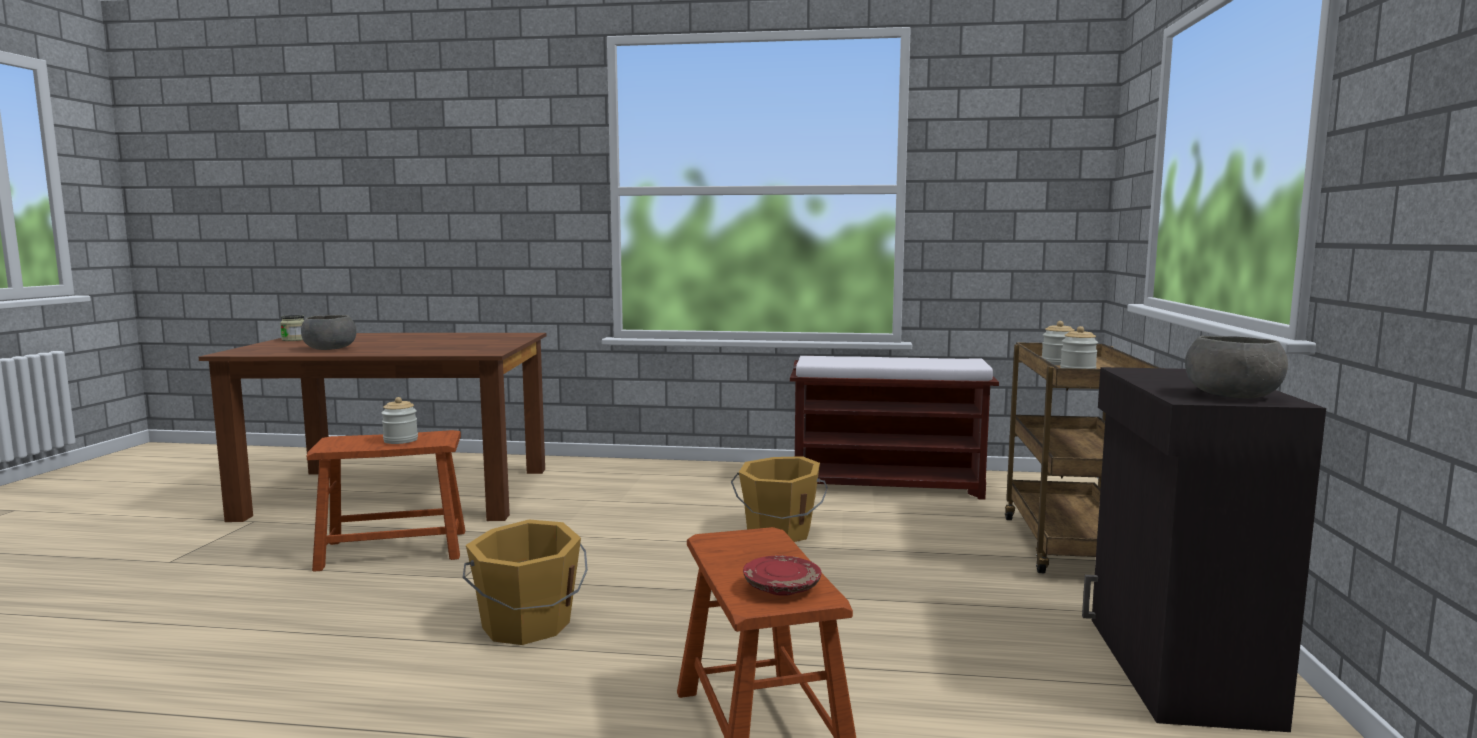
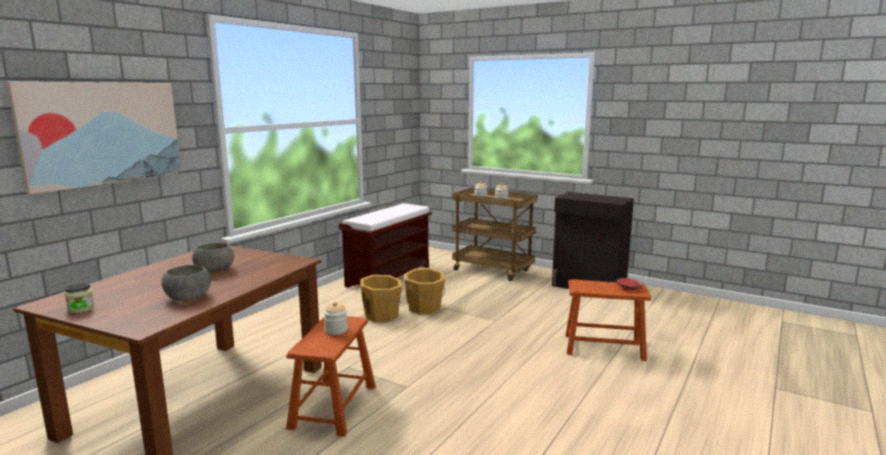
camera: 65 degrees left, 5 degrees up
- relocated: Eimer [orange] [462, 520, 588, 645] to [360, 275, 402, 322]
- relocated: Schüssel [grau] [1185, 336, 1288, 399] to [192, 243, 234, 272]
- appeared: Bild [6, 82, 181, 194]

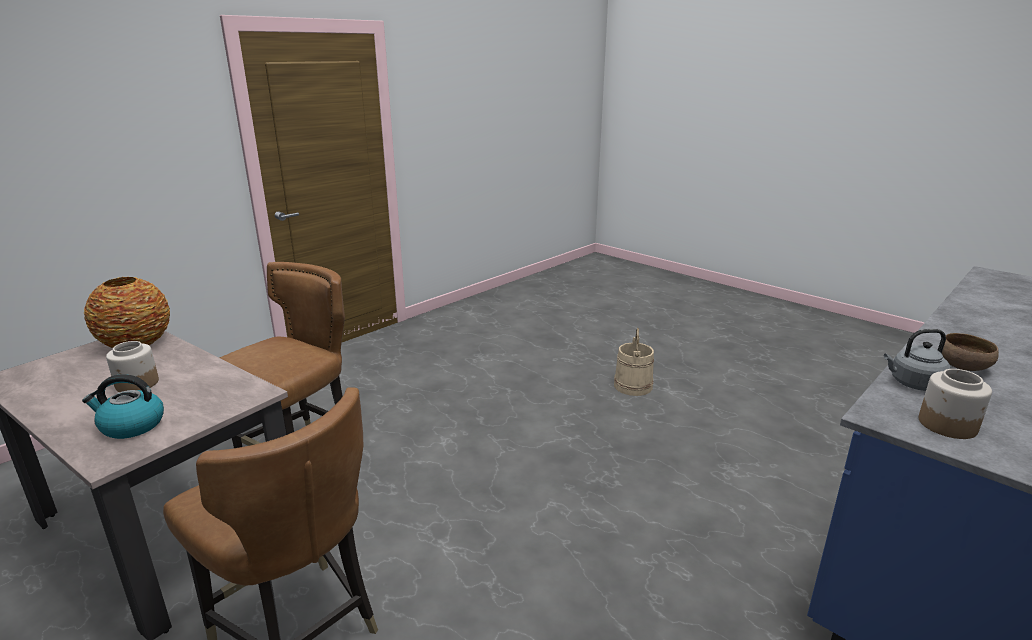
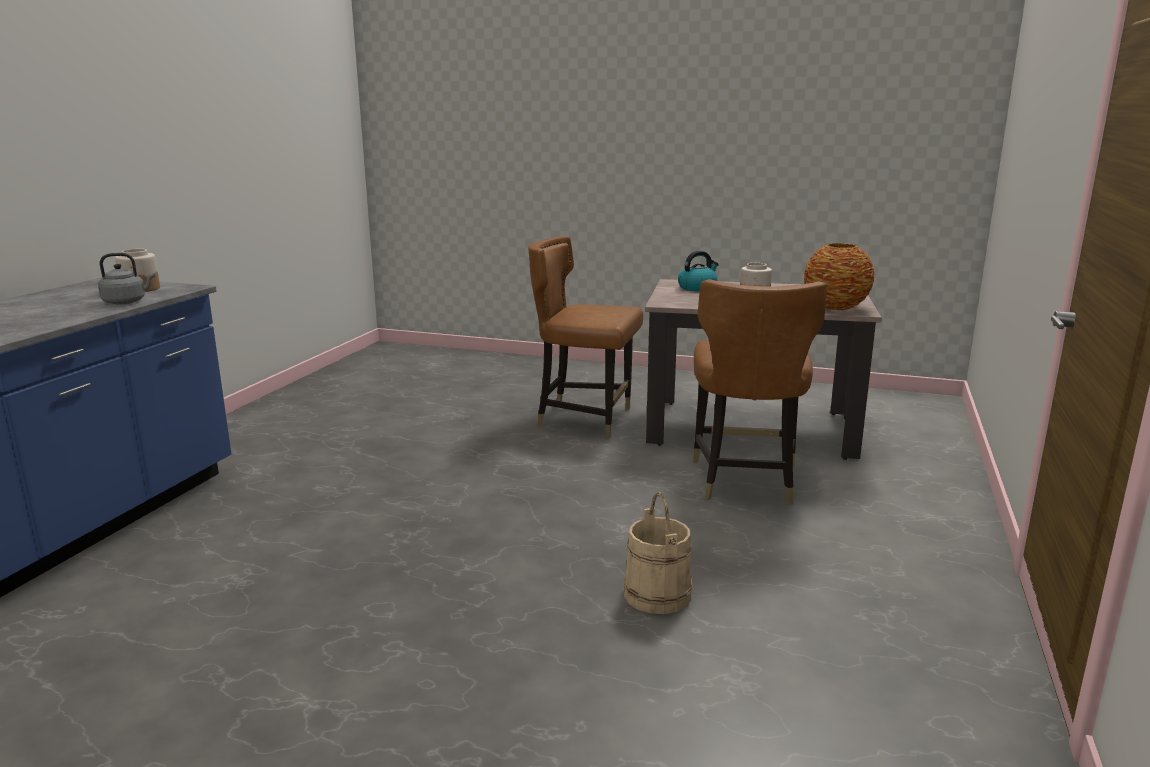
camera: 155 degrees right, 5 degrees down
- relocated: Eimer [beige] [614, 328, 654, 396] to [624, 492, 692, 614]
- missing: Schüssel [braun] [942, 333, 999, 371]

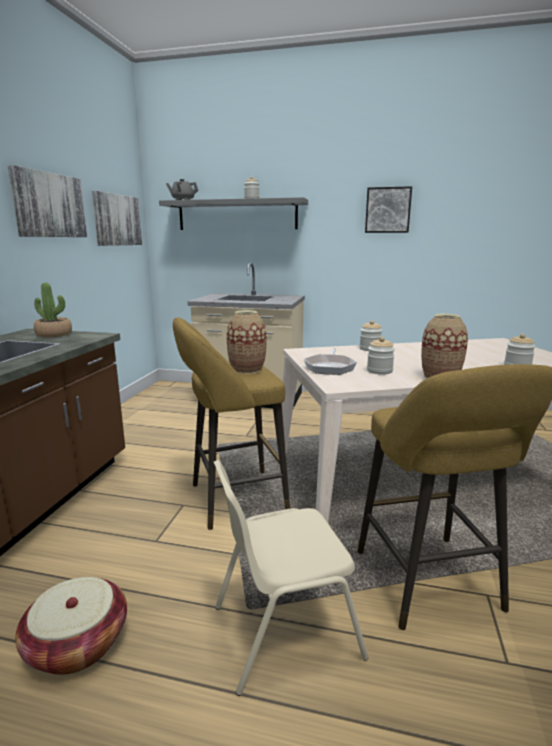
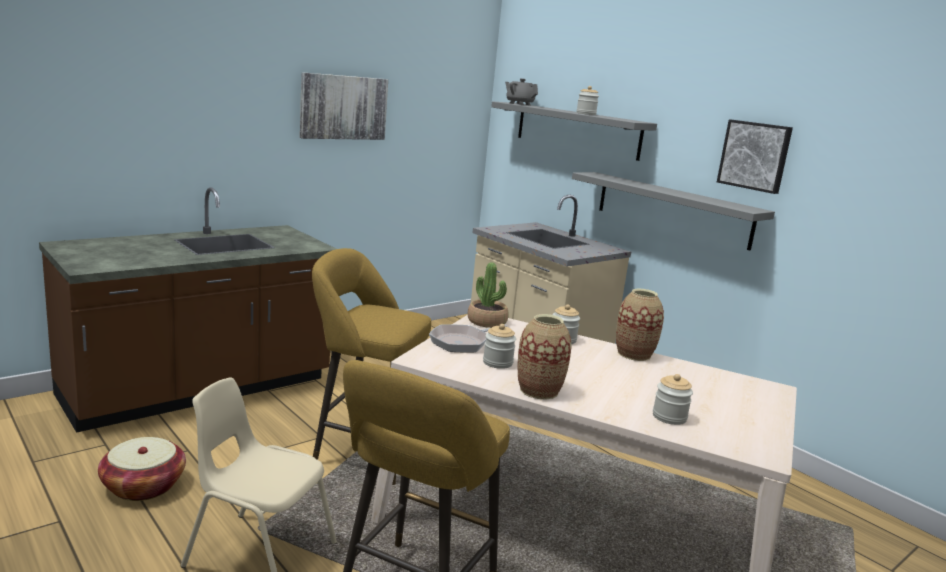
camera: 35 degrees right, 0 degrees up
- relocated: Topfpflanze [34, 282, 72, 337] to [468, 262, 509, 328]
- missing: Bild [92, 191, 142, 246]
- relocated: Vase [227, 310, 267, 374] to [616, 288, 664, 361]
- appeared: Wandregal [grau] [572, 172, 775, 251]

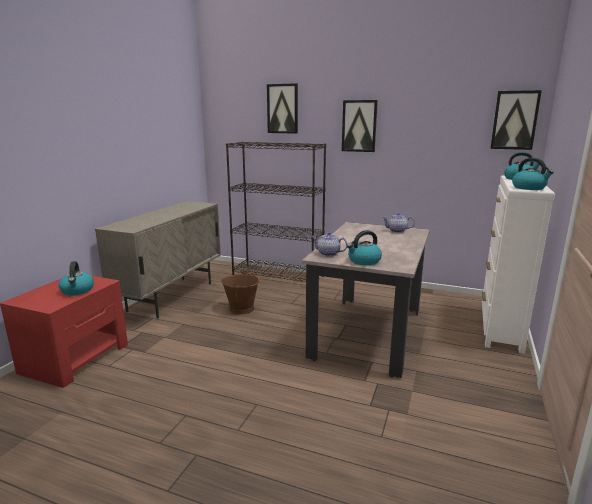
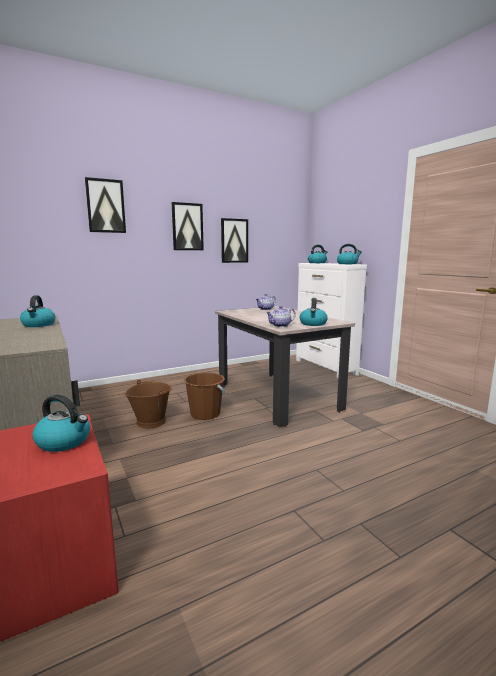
camera: 50 degrees left, 5 degrees down
- missing: Bücherregal [schwarz] [226, 142, 326, 282]
- relocated: Bild [490, 90, 542, 150] to [221, 218, 248, 263]
- appeared: Wasserkessel [20, 295, 56, 327]
- appeared: Eimer [braun] [183, 373, 225, 420]

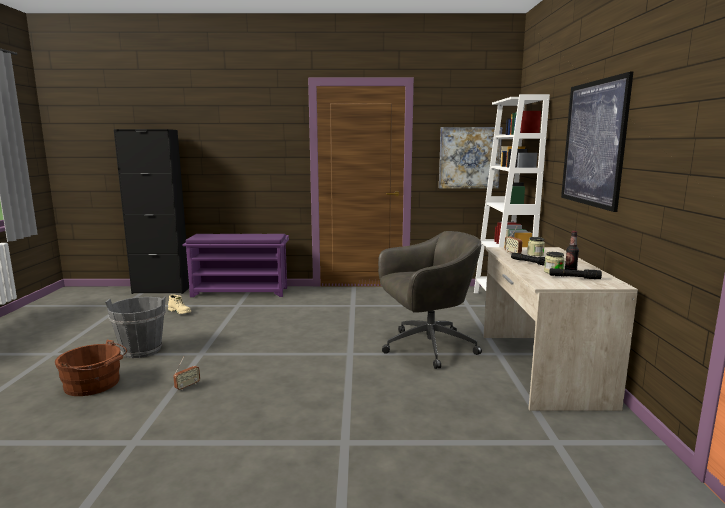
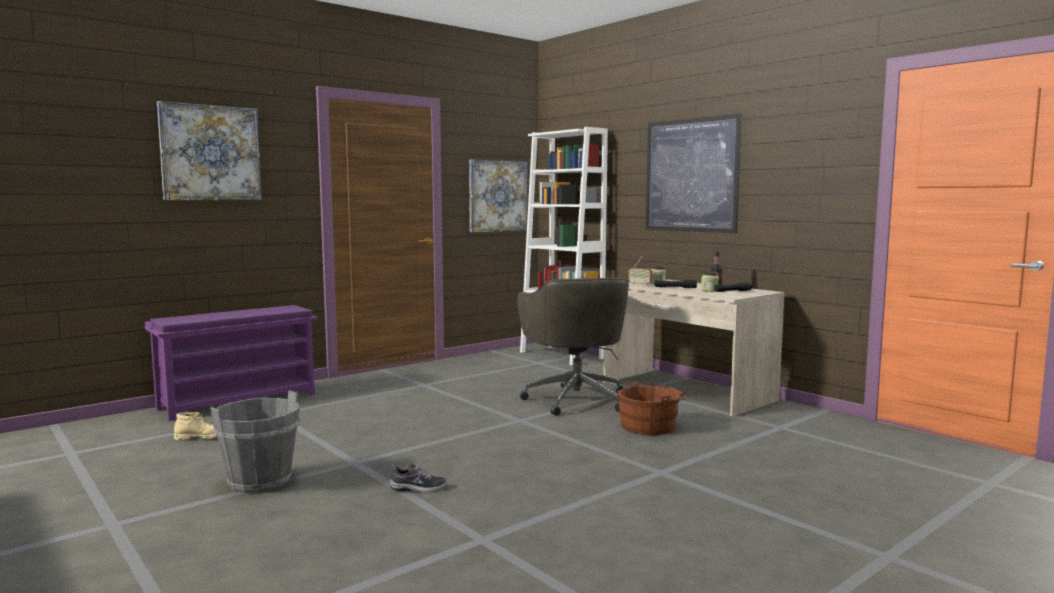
camera: 40 degrees left, 5 degrees down
- relocated: Eimer [braun] [55, 340, 127, 396] to [617, 381, 687, 435]
- missing: Schrank [schwarz] [114, 129, 189, 294]
- exchanged: Radio [173, 357, 200, 390] to Schuh [390, 463, 447, 492]
- spun: Bürostuhl [grau] [378, 231, 482, 369] = [517, 278, 629, 416] 135 degrees clockwise
- appeared: Bild [157, 101, 262, 200]

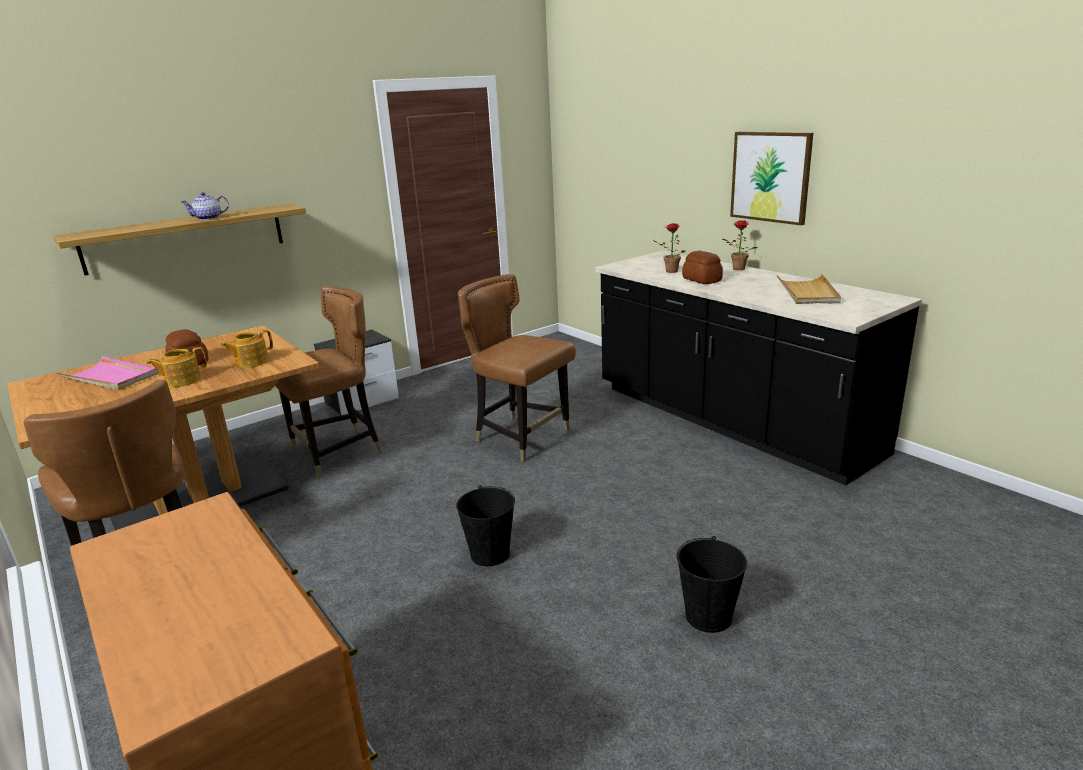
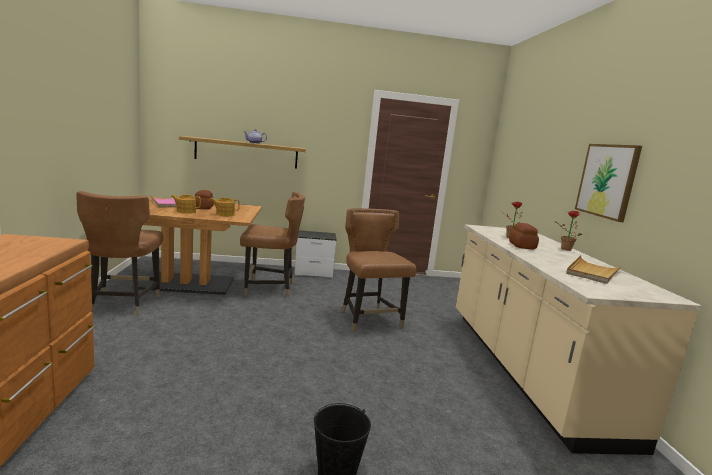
camera: 30 degrees right, 10 degrees down
- missing: Eimer [schwarz] [456, 485, 515, 566]
- colour: Küchenzeile [schwarz] [595, 251, 922, 485] to Küchenzeile [beige] [456, 224, 701, 455]

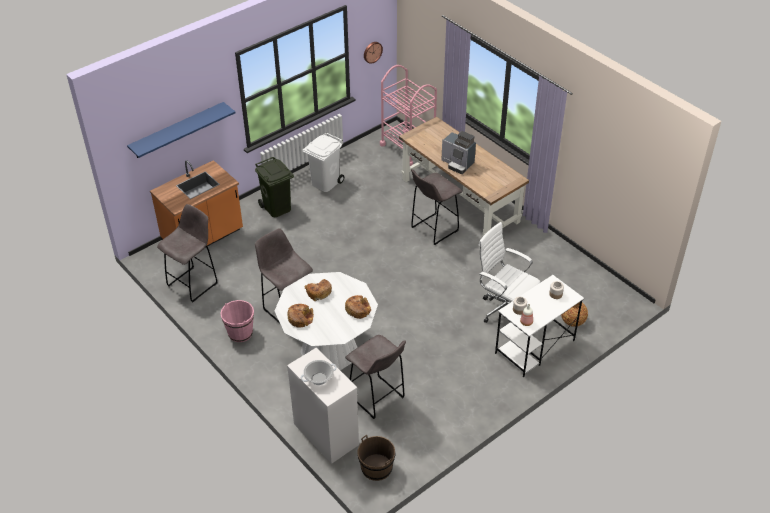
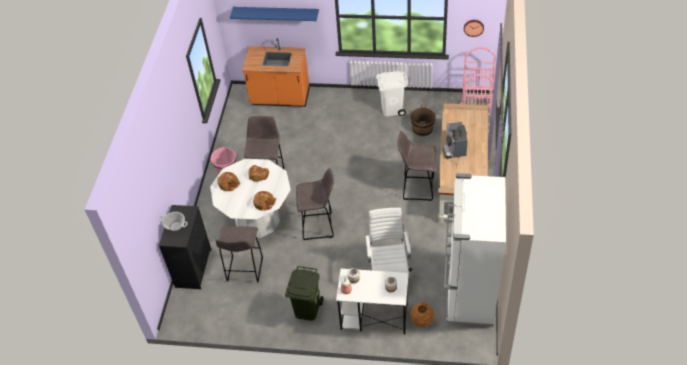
camera: 50 degrees right, 5 degrees up
- relocated: Hocker [grau] [157, 204, 218, 302] to [296, 168, 334, 240]
- relocated: Mülleimer [grün] [255, 157, 294, 217] to [285, 266, 323, 321]
- colour: Kommode [weiß] [287, 348, 359, 464] to Kommode [schwarz] [159, 205, 212, 289]
- relocated: Eimer [braun] [358, 435, 395, 481] to [411, 105, 435, 136]
- appeared: Kühlschrank [weiß] [444, 173, 506, 326]

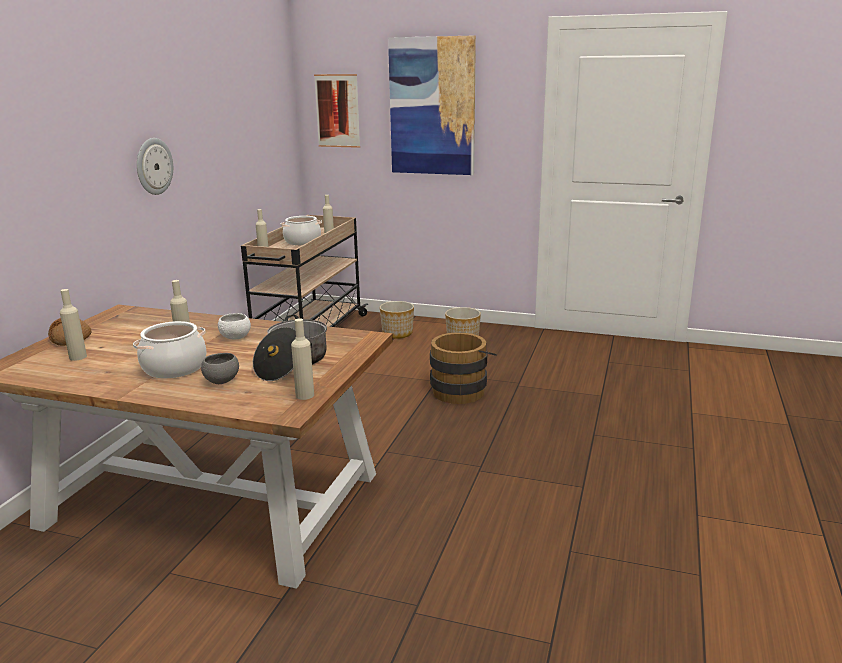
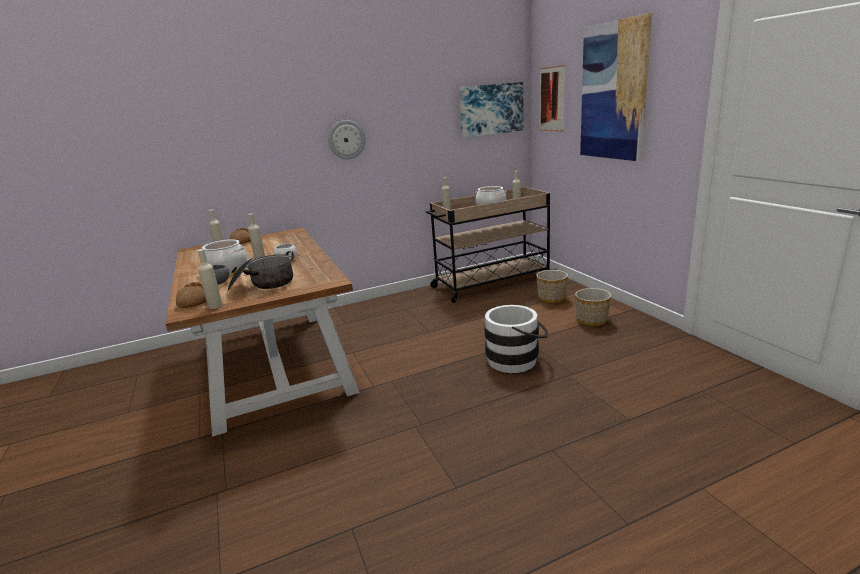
camera: 50 degrees right, 0 degrees up
- colour: Eimer [braun] [430, 332, 497, 404] to Eimer [weiß] [484, 305, 548, 373]
- appeared: Brot [176, 282, 207, 308]
- appeared: Bild [459, 82, 524, 138]

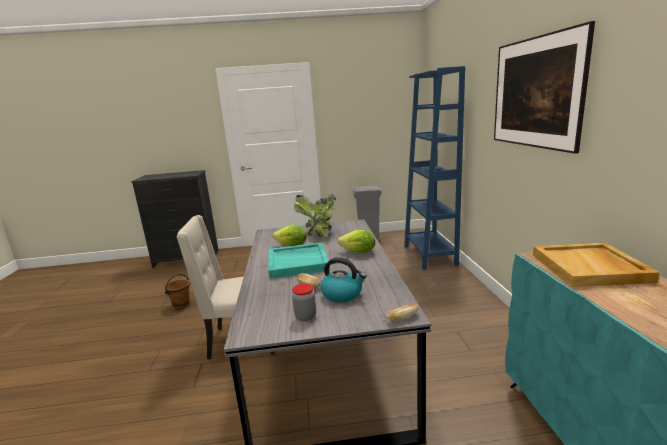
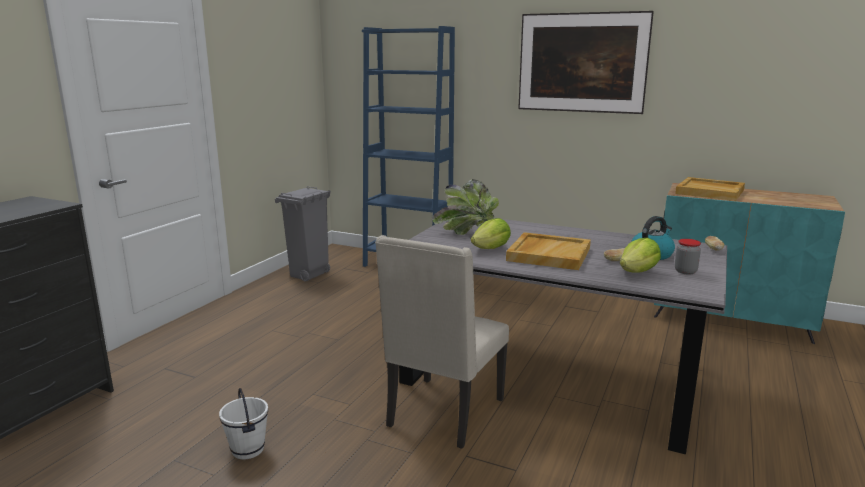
camera: 60 degrees left, 0 degrees up
- colour: Eimer [braun] [165, 274, 190, 309] to Eimer [weiß] [219, 388, 268, 460]
- colour: Tablett [türkis] [268, 242, 330, 279] to Tablett [beige] [506, 232, 591, 270]
- relocated: Salatkopf [337, 229, 375, 253] to [620, 238, 661, 273]

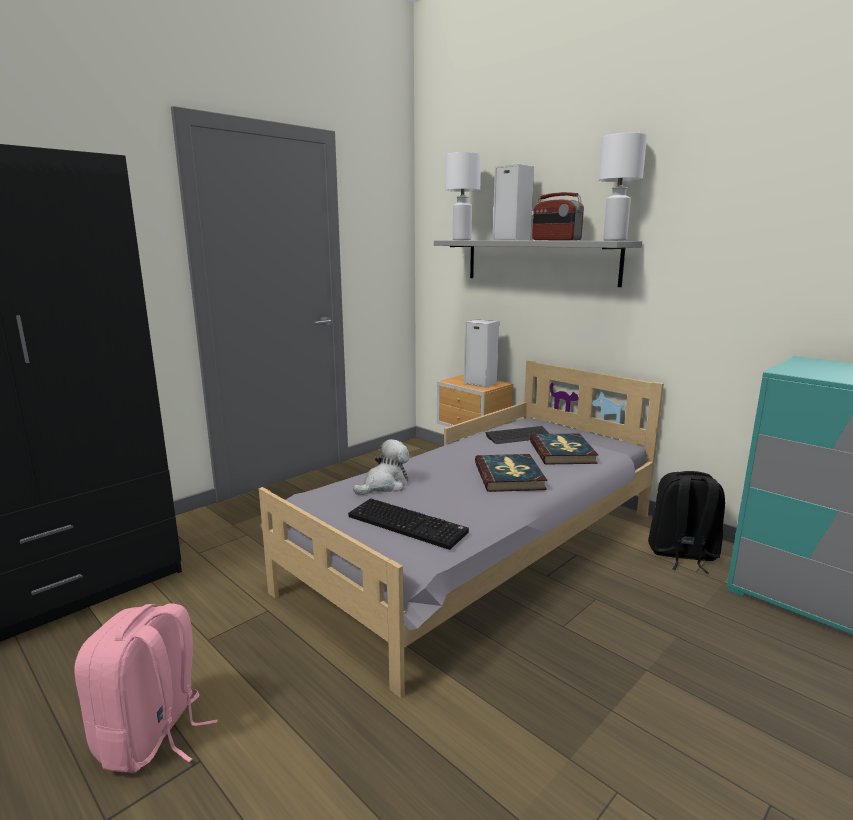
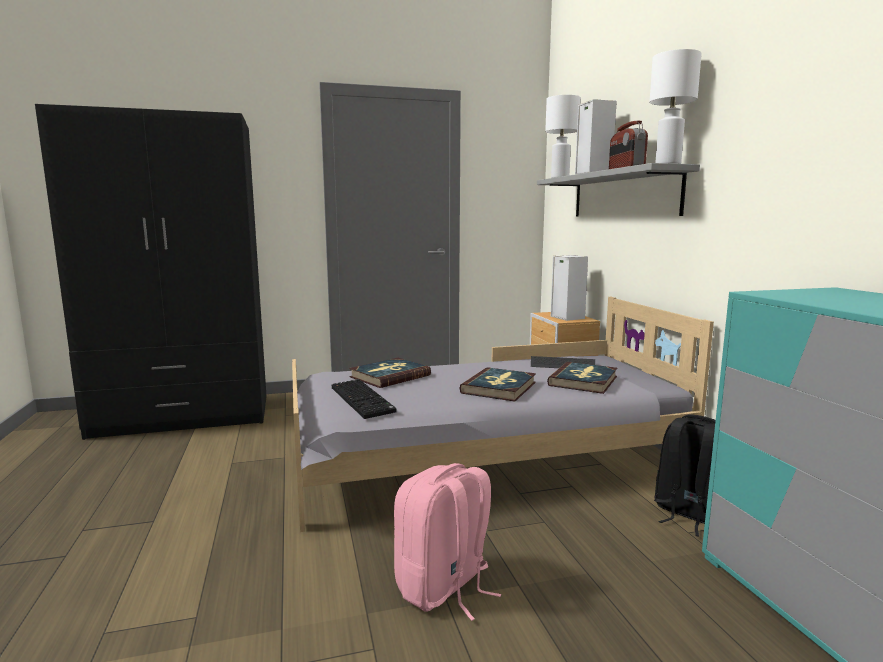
camera: 30 degrees right, 5 degrees down
- relocated: Rucksack [rosa] [74, 603, 218, 773] to [394, 463, 501, 621]
- exchanged: Plüschtier [353, 439, 410, 495] to Buch [349, 358, 431, 388]

